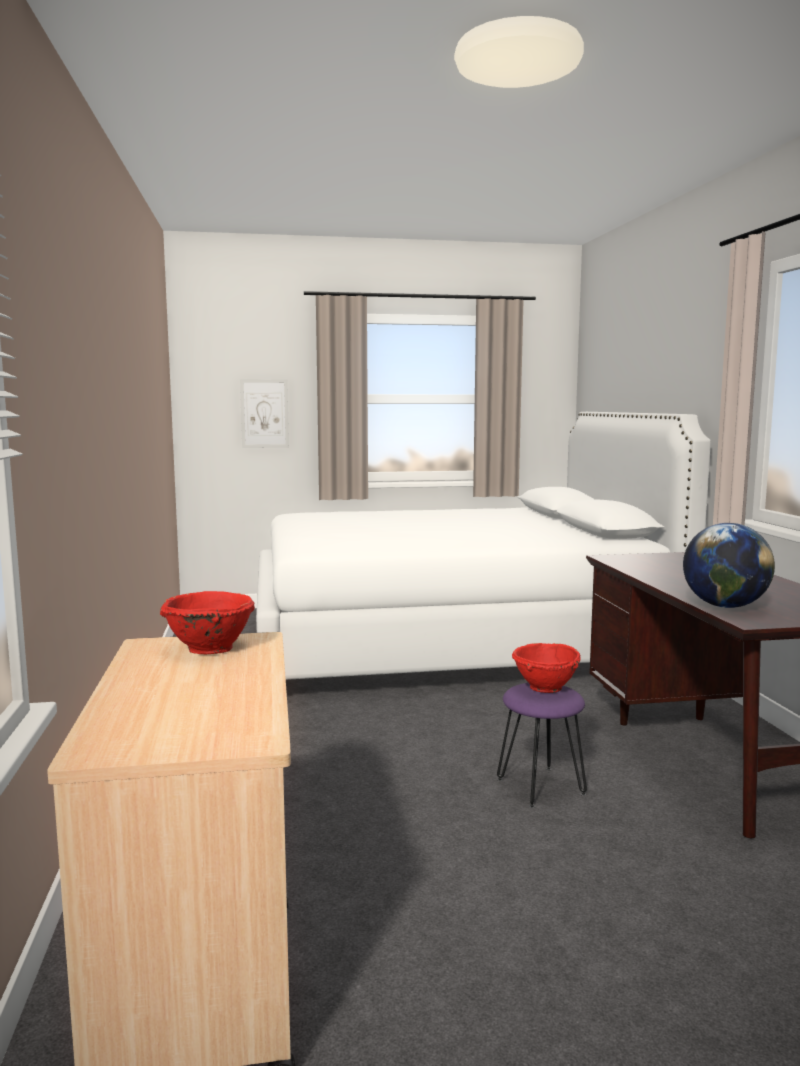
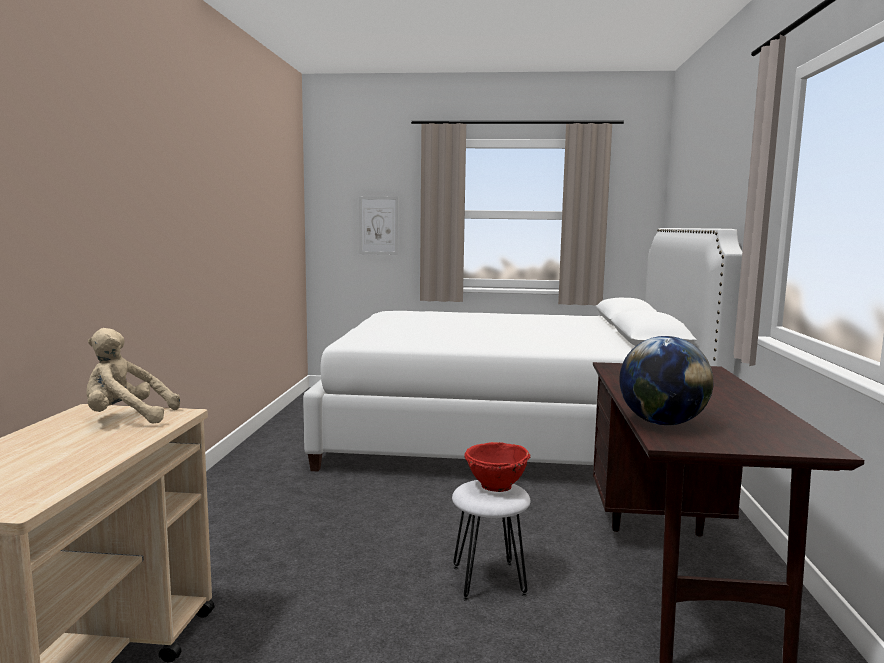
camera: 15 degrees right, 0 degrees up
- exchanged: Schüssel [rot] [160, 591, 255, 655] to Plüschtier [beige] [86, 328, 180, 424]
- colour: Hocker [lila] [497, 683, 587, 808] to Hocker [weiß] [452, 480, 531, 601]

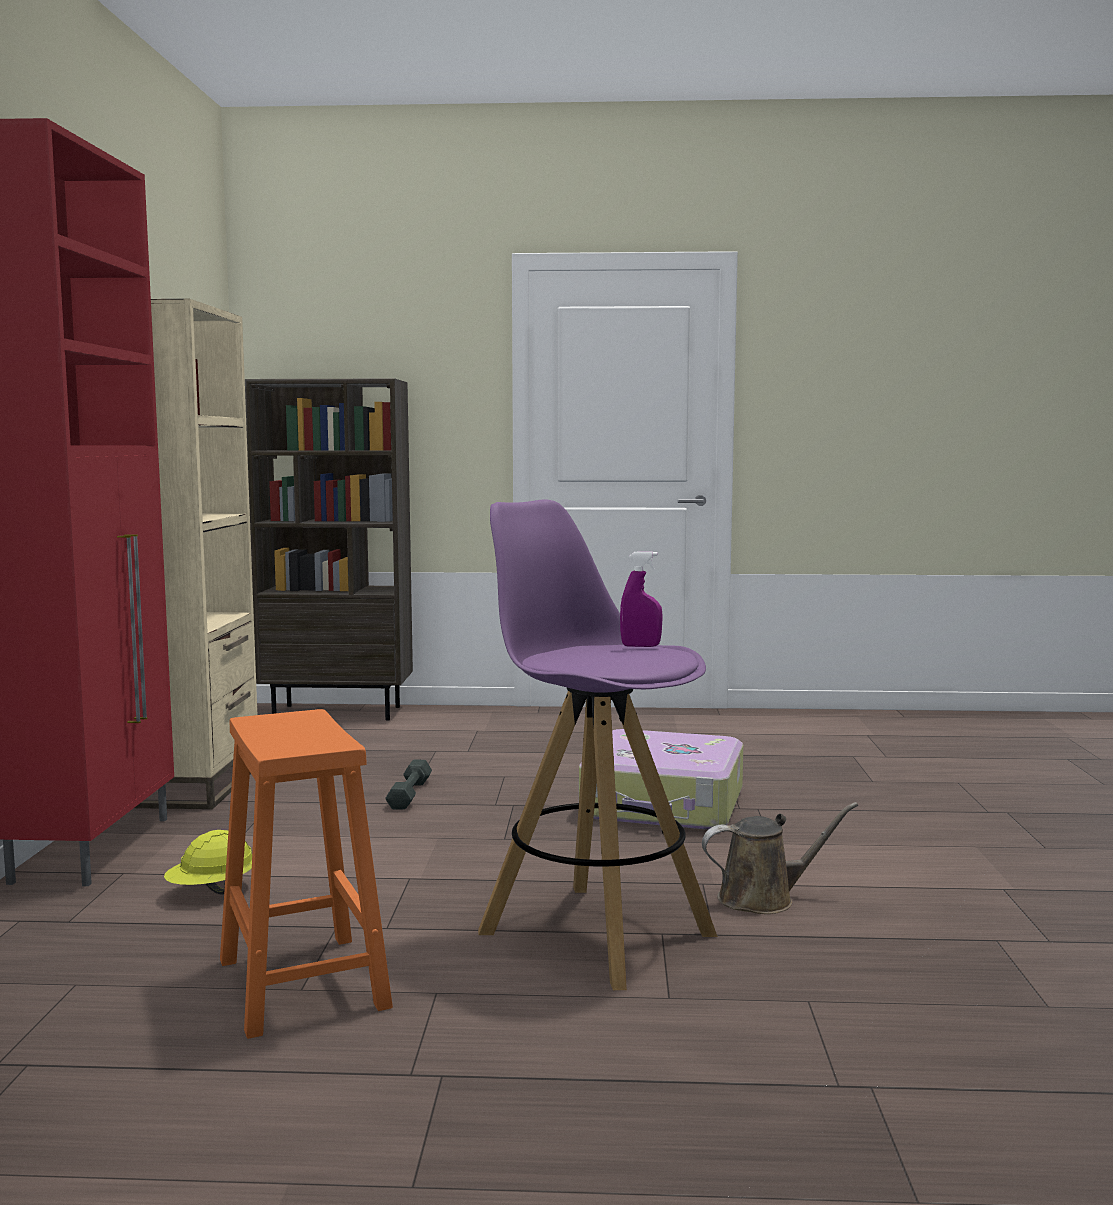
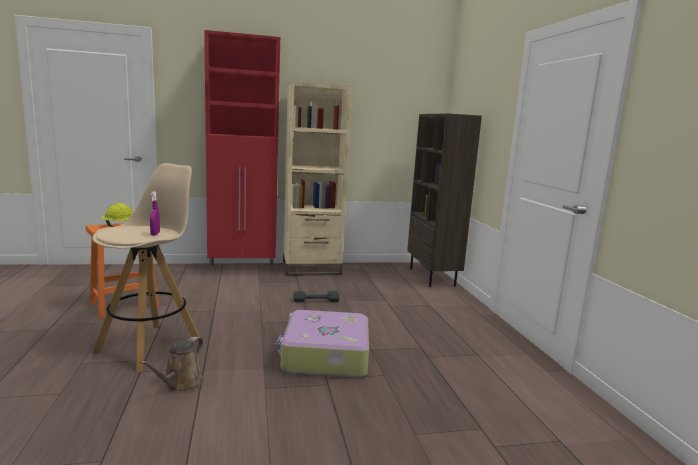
camera: 75 degrees right, 5 degrees up
- relocated: Schutzhelm [gelb] [164, 830, 252, 895] to [101, 203, 133, 227]
- colour: Hocker [lila] [478, 499, 718, 990] to Hocker [beige] [93, 163, 200, 372]
- spun: Gießkanne [braun] [702, 802, 858, 914] = [140, 337, 204, 393] 45 degrees clockwise

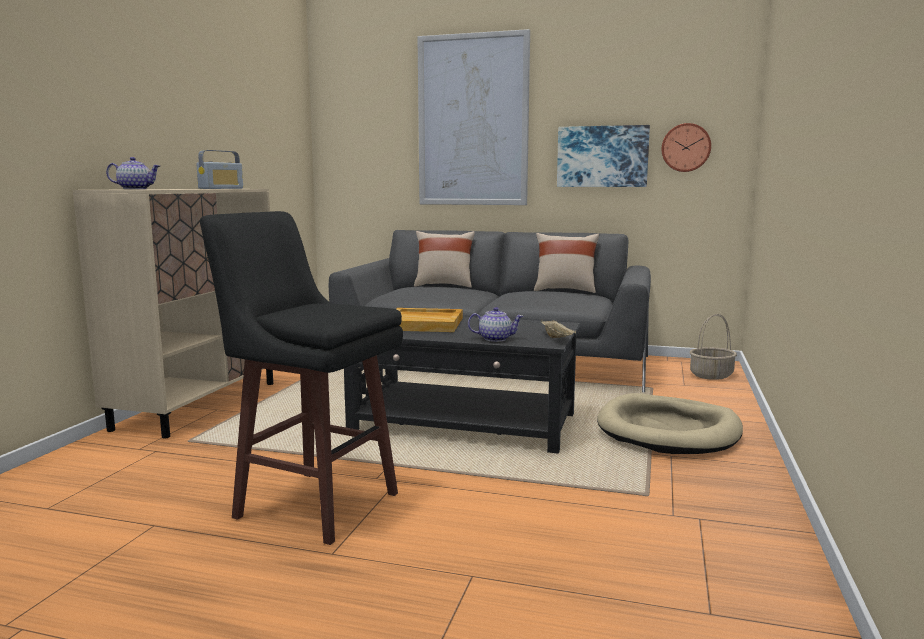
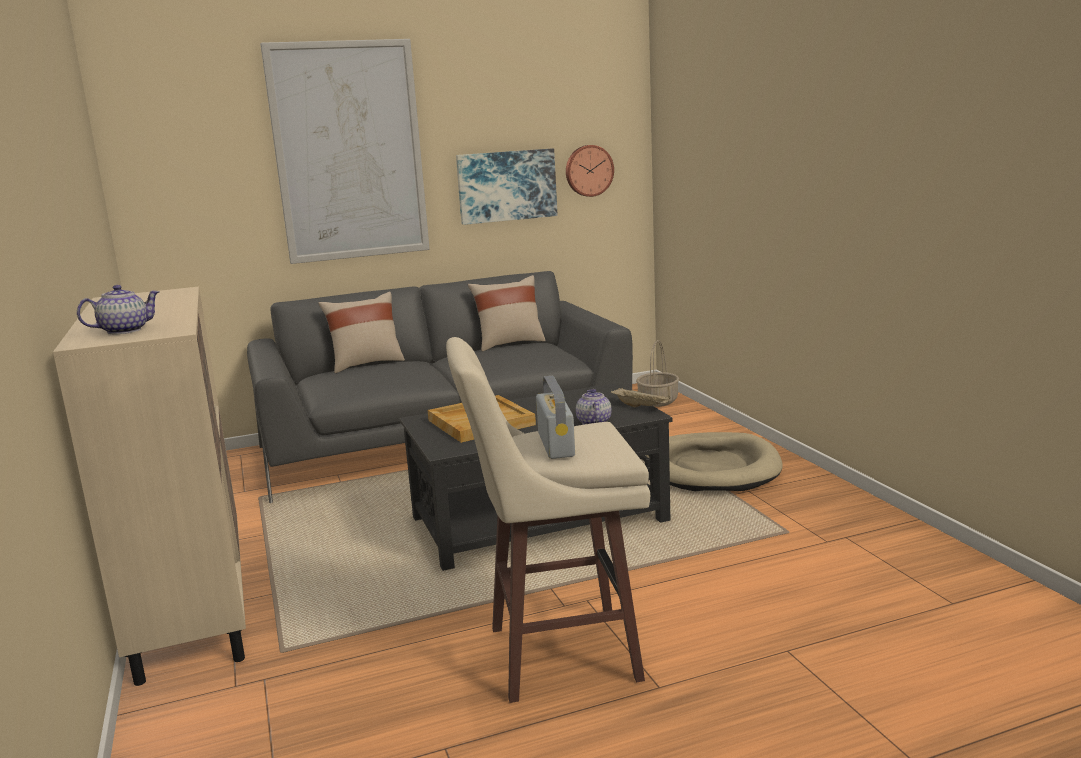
camera: 35 degrees left, 5 degrees up
- relocated: Radio [196, 150, 243, 189] to [536, 376, 575, 459]
- colour: Hocker [schwarz] [200, 211, 403, 545] to Hocker [beige] [446, 337, 650, 703]
- spun: Teekanne [468, 307, 523, 342] = [576, 389, 612, 425] 60 degrees counterclockwise

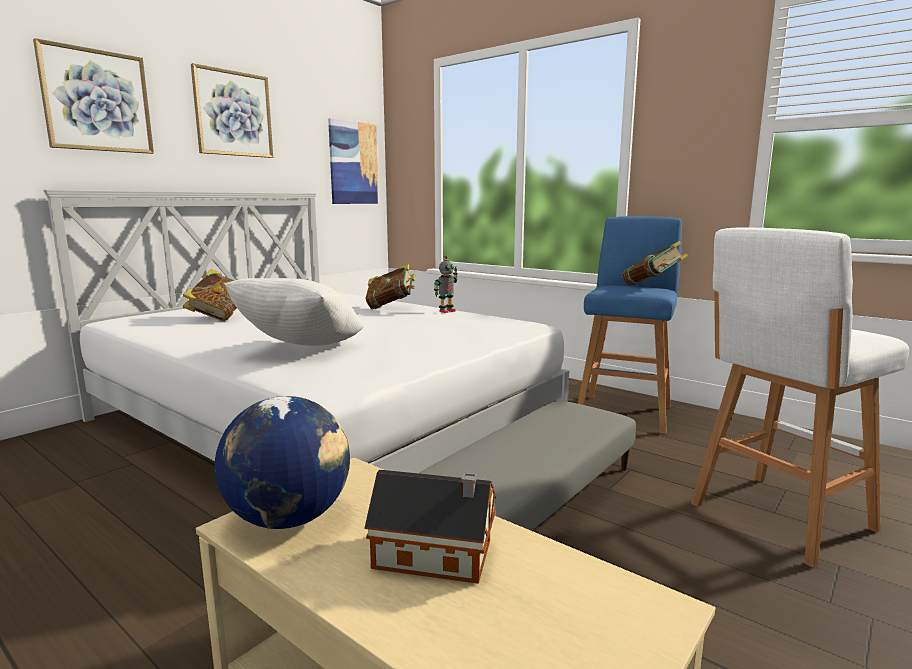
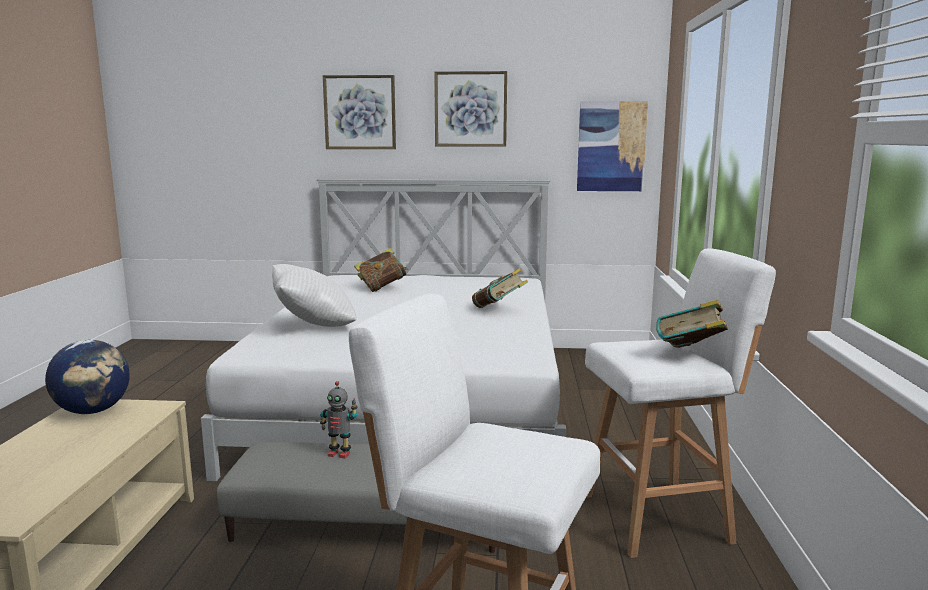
camera: 55 degrees right, 0 degrees up
- missing: Spielzeughaus [365, 470, 496, 584]
- relocated: Spielzeugroboter [434, 256, 458, 313] to [320, 381, 357, 458]
- colour: Hocker [blau] [578, 216, 682, 434] to Hocker [weiß] [585, 249, 776, 558]

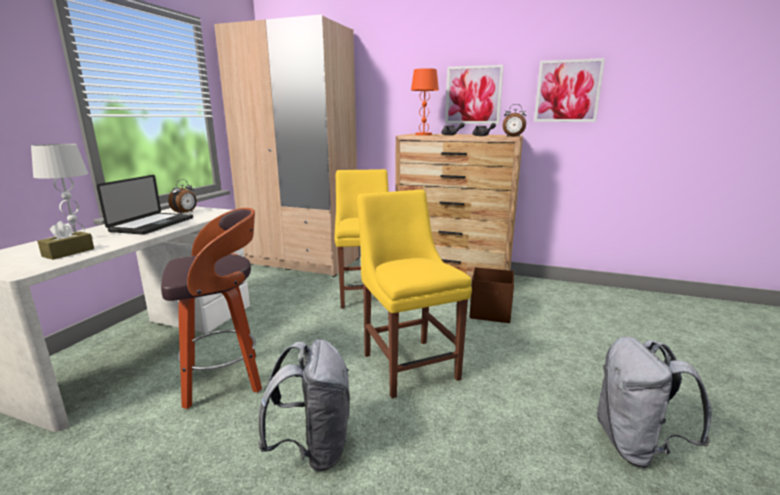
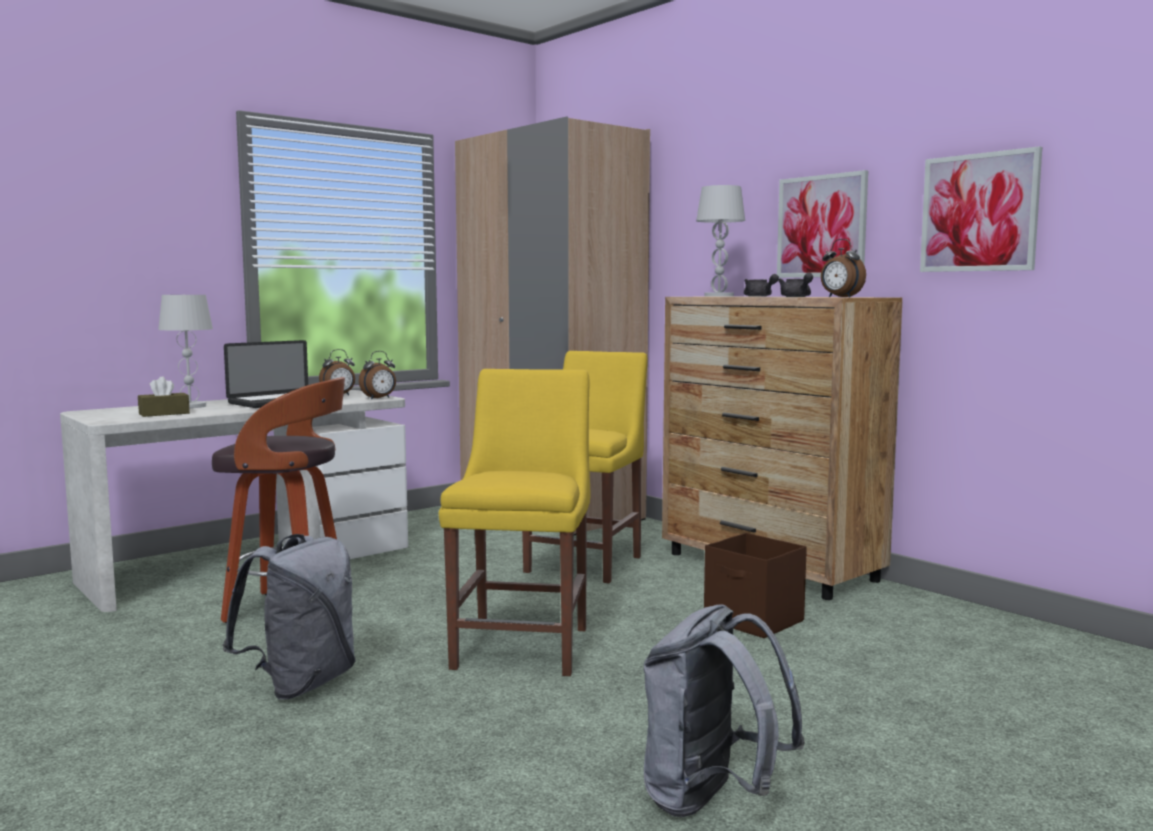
camera: 30 degrees right, 10 degrees down
- colour: Tischlampe [orange] [411, 68, 439, 135] to Tischlampe [weiß] [696, 185, 745, 297]
- appeared: Wecker [359, 351, 396, 400]

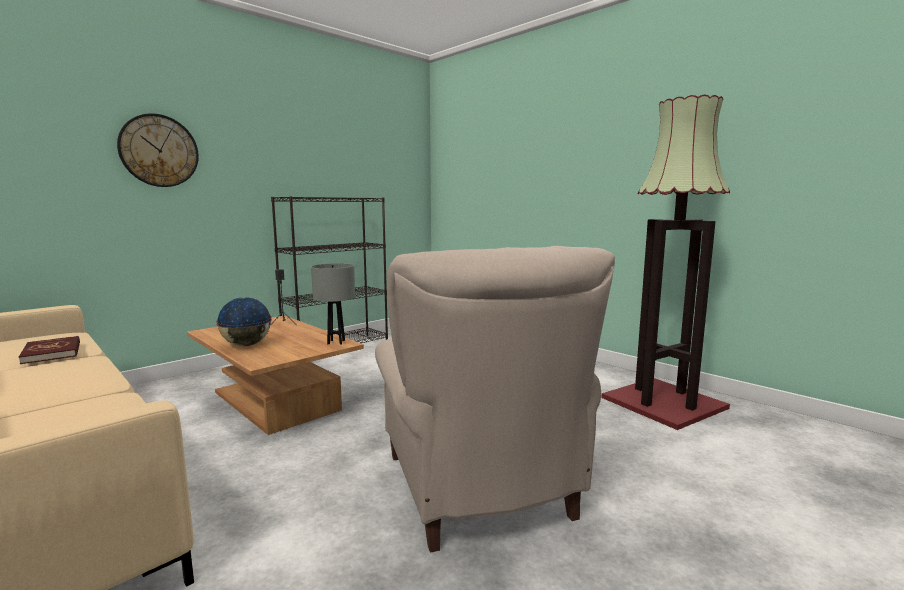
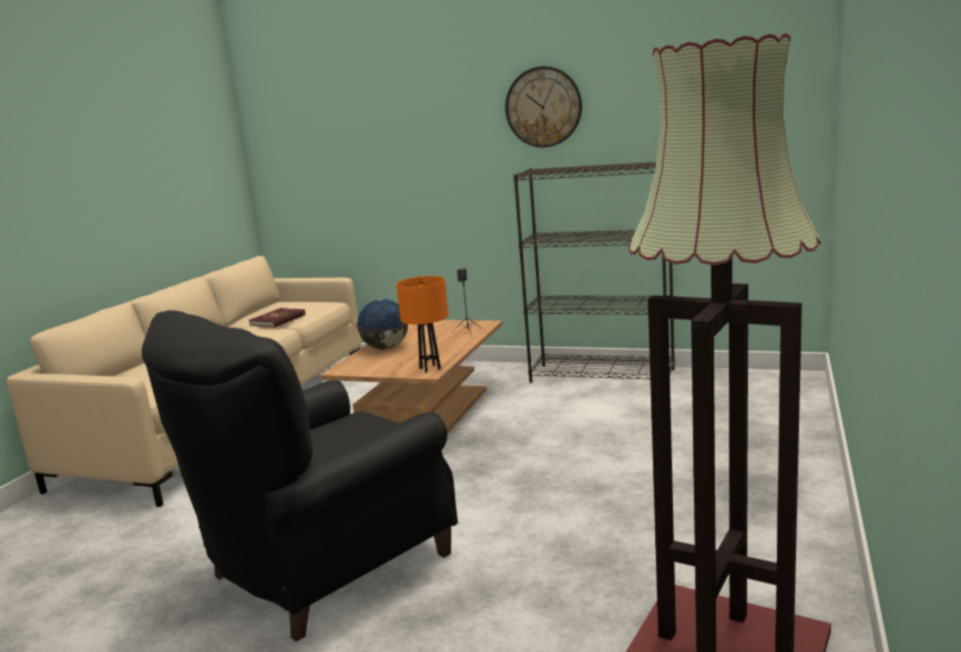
camera: 65 degrees right, 5 degrees up
- relocated: Wanduhr [117, 113, 199, 187] to [505, 66, 582, 147]
- colour: Tischlampe [grau] [311, 263, 355, 344] to Tischlampe [orange] [396, 276, 448, 373]
- colour: Sessel [beige] [375, 246, 615, 553] to Sessel [schwarz] [142, 310, 458, 642]

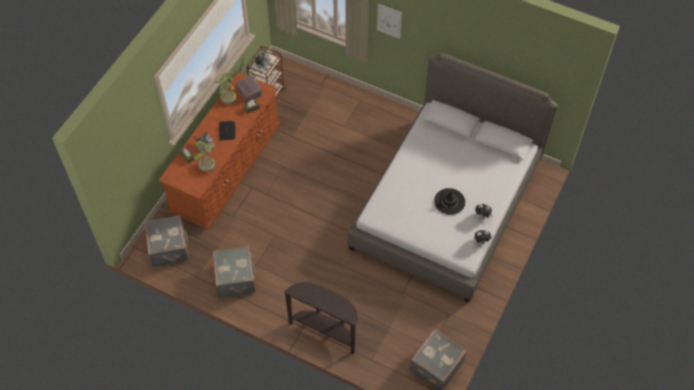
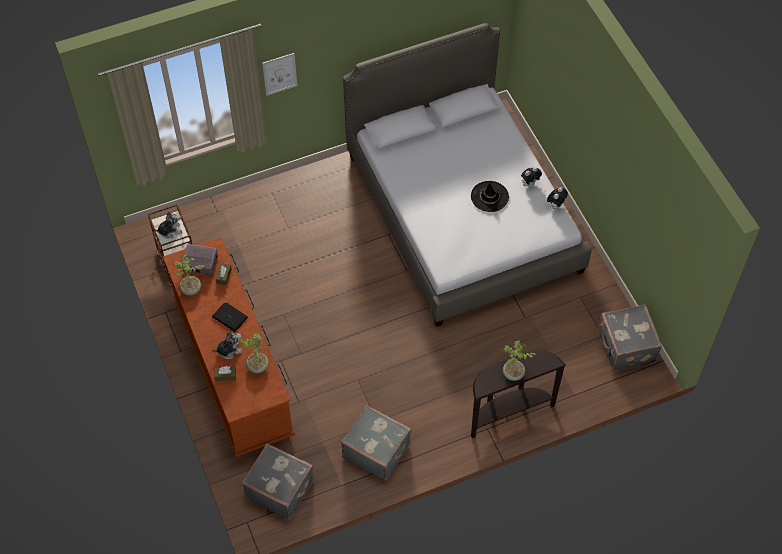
camera: 50 degrees left, 0 degrees up
- appeared: Topfpflanze [503, 341, 536, 381]

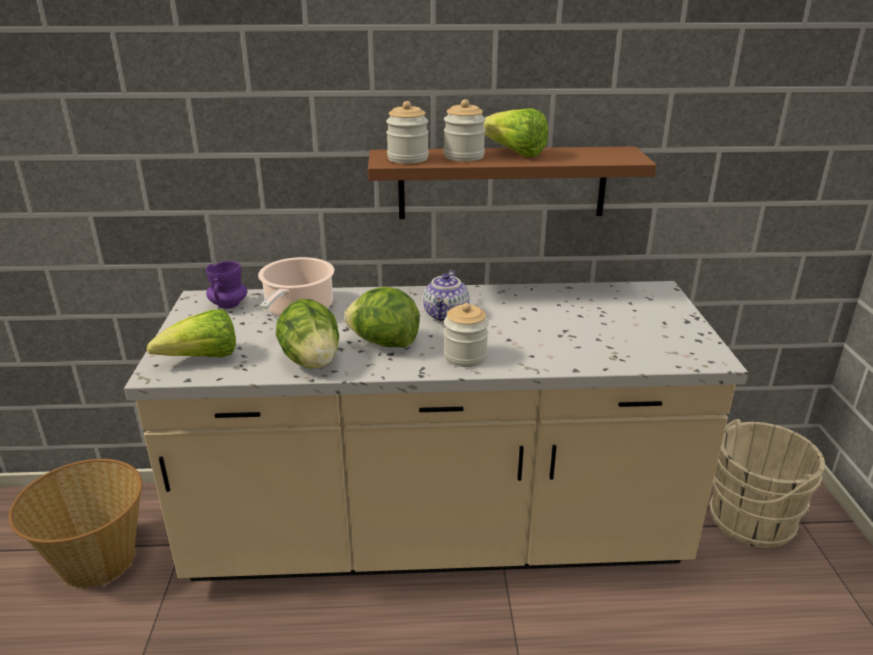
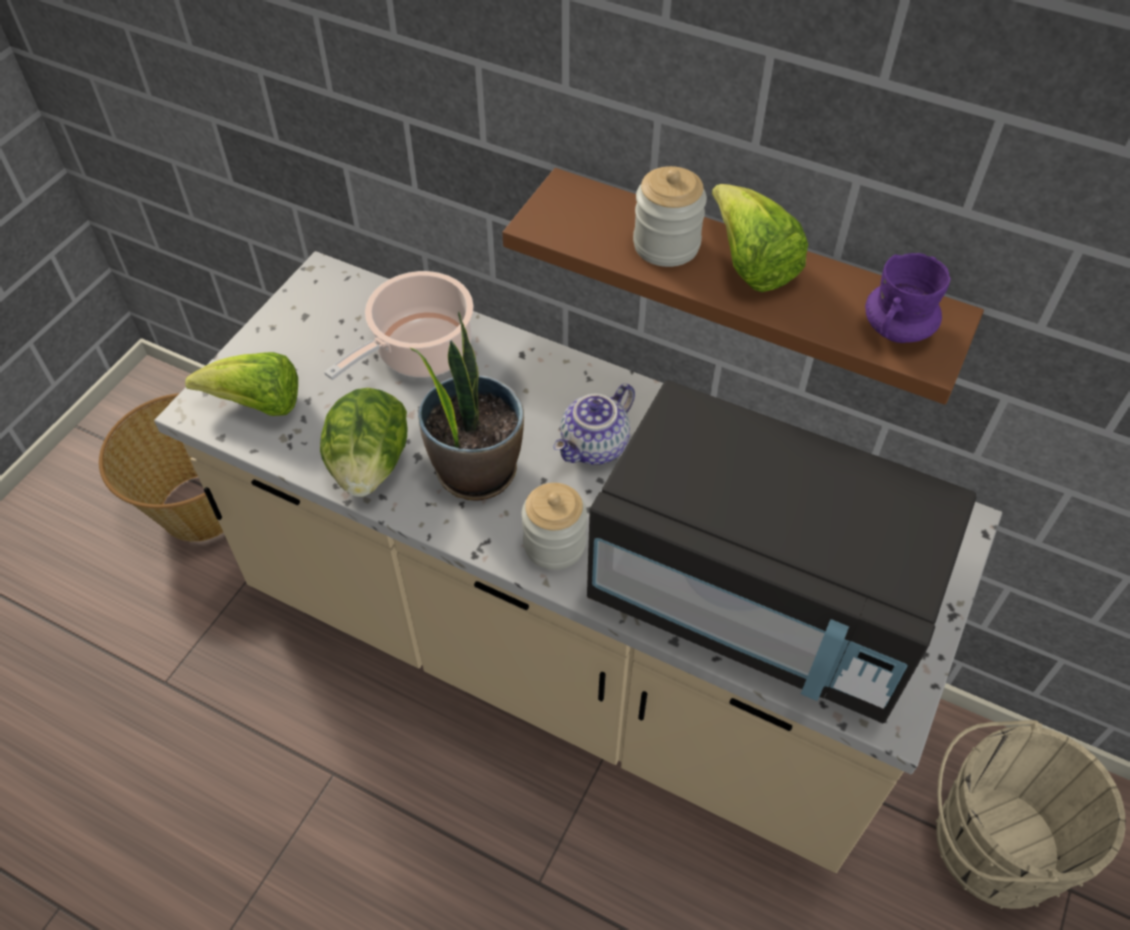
camera: 30 degrees right, 25 degrees up
- relocated: Henkelbecher [lila] [206, 261, 247, 309] to [865, 253, 951, 343]
- exchanged: Salatkopf [344, 287, 420, 348] to Topfpflanze [410, 311, 524, 500]
- missing: Vorratsglas [386, 101, 429, 164]
- appeared: Mikrowelle [schwarz] [587, 380, 977, 723]

